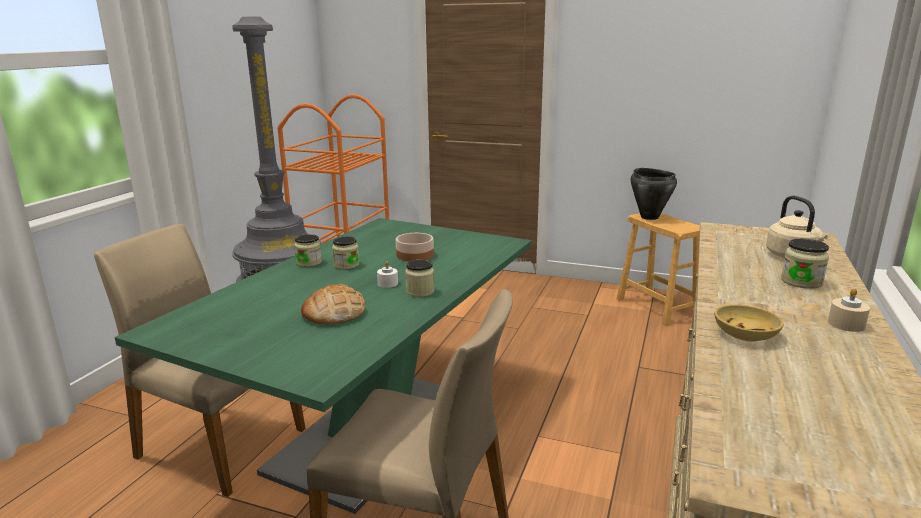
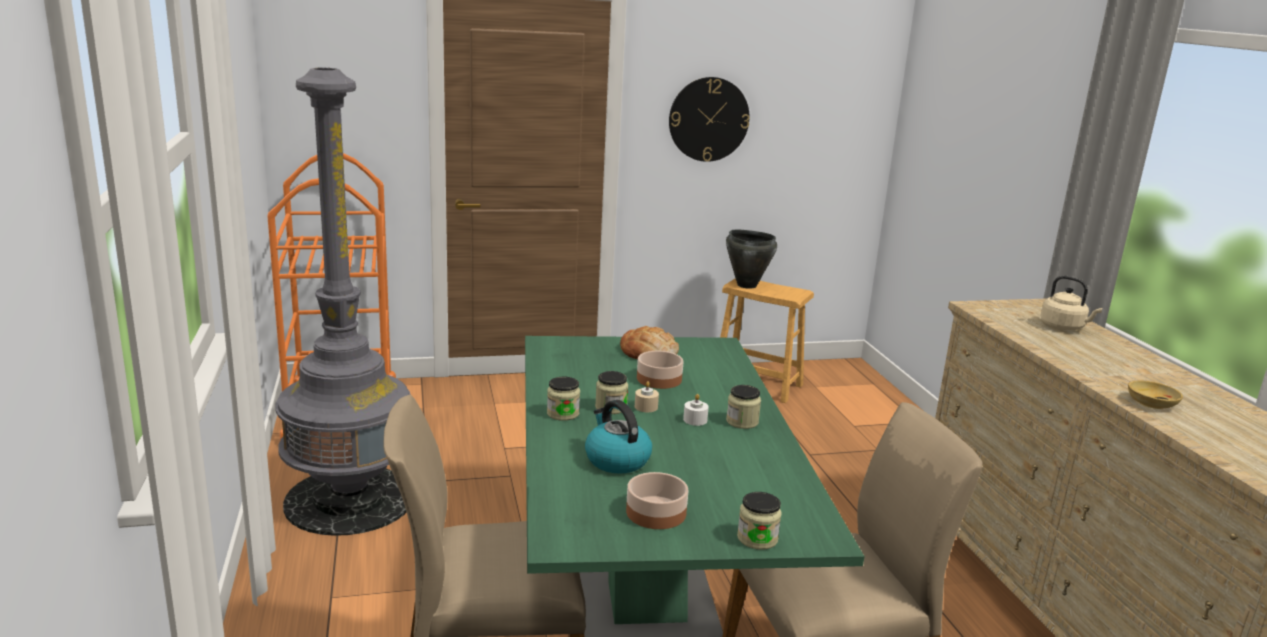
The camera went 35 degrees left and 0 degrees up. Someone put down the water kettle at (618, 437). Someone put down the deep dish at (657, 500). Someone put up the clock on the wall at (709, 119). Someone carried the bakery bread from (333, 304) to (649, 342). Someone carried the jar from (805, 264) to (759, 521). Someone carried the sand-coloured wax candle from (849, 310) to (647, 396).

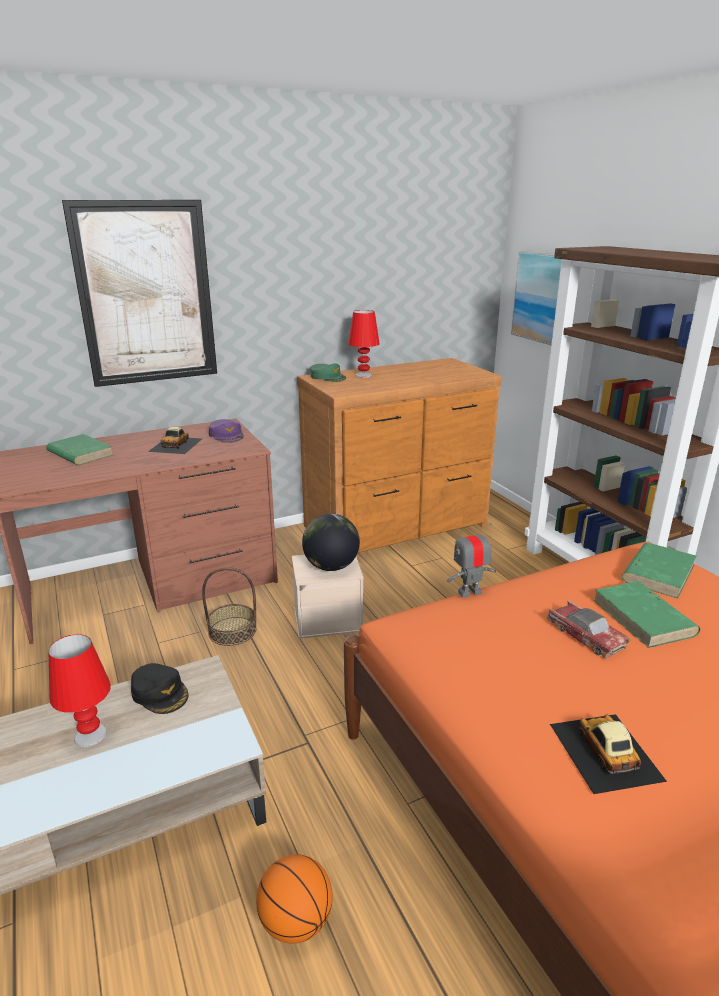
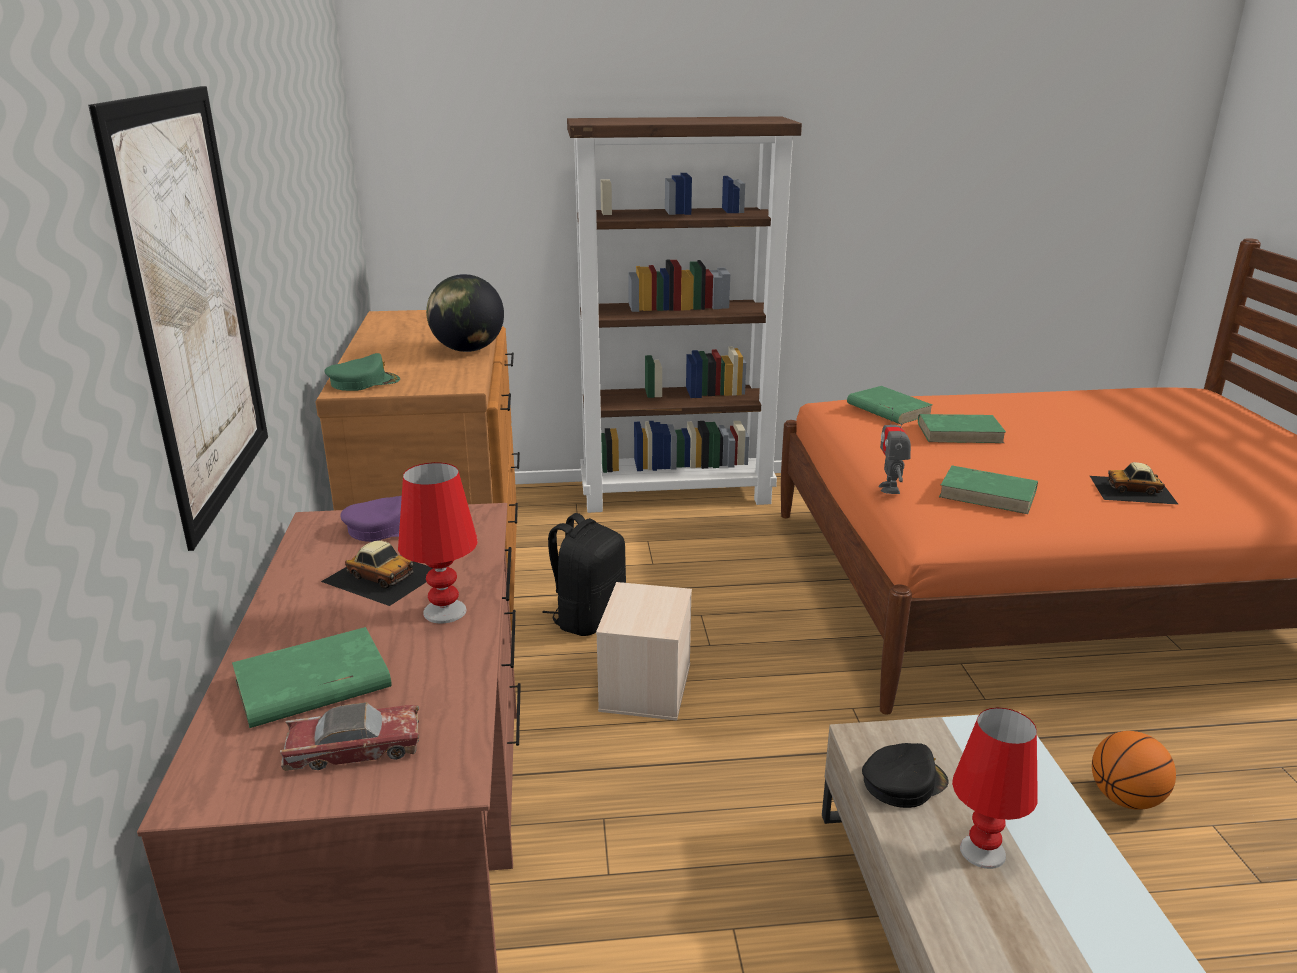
The camera went 70 degrees left and 0 degrees up. Someone took away the household basket at (229, 606). Someone took away the picture at (536, 298). Someone put down the black-coloured knapsack at (584, 574). Someone put down the greenish book at (988, 490). Someone carried the desk globe from (331, 542) to (465, 313). Someone carried the red-coloured table lamp from (364, 344) to (438, 543). Someone carried the miniature car from (588, 629) to (349, 736).

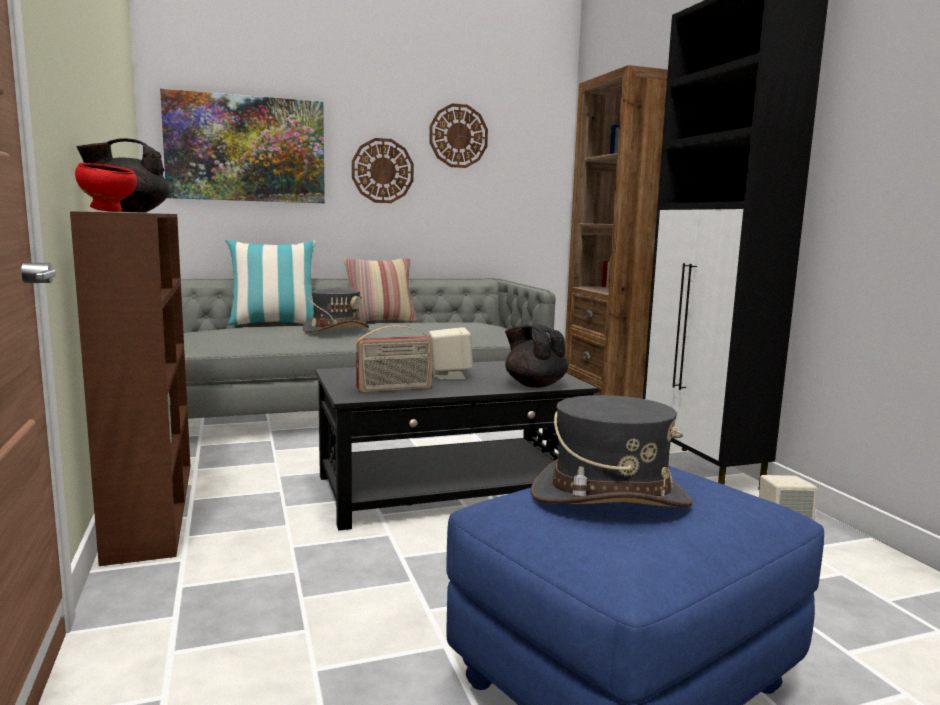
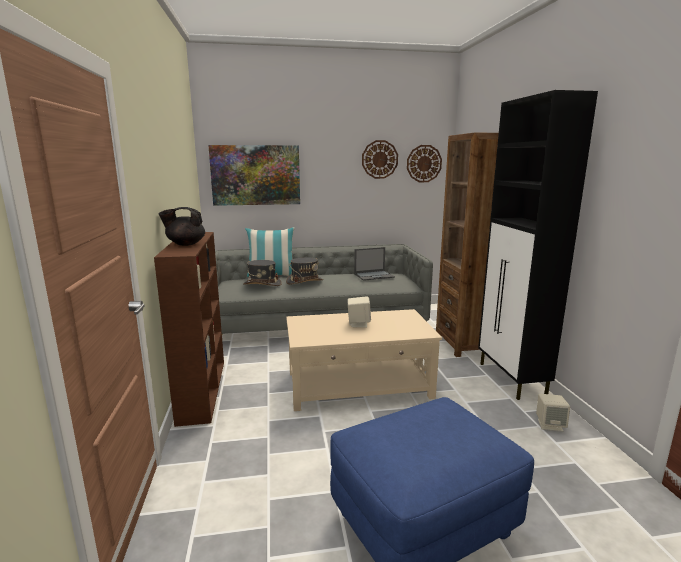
The camera went 10 degrees right and 5 degrees up. Someone took away the red-coloured deep dish at (106, 187). Someone took away the throw pillow at (380, 290). Someone took away the radio set at (394, 359). Someone took away the black-coloured teapot at (536, 356). Someone put down the laptop at (374, 264). Someone carried the clock on the wall from (383, 170) to (424, 163). Someone carried the gray wearable hat from (612, 451) to (262, 273). Someone repainted the black-coloured coffee table at (456, 446), which became the sand-coloured coffee table at (364, 360).

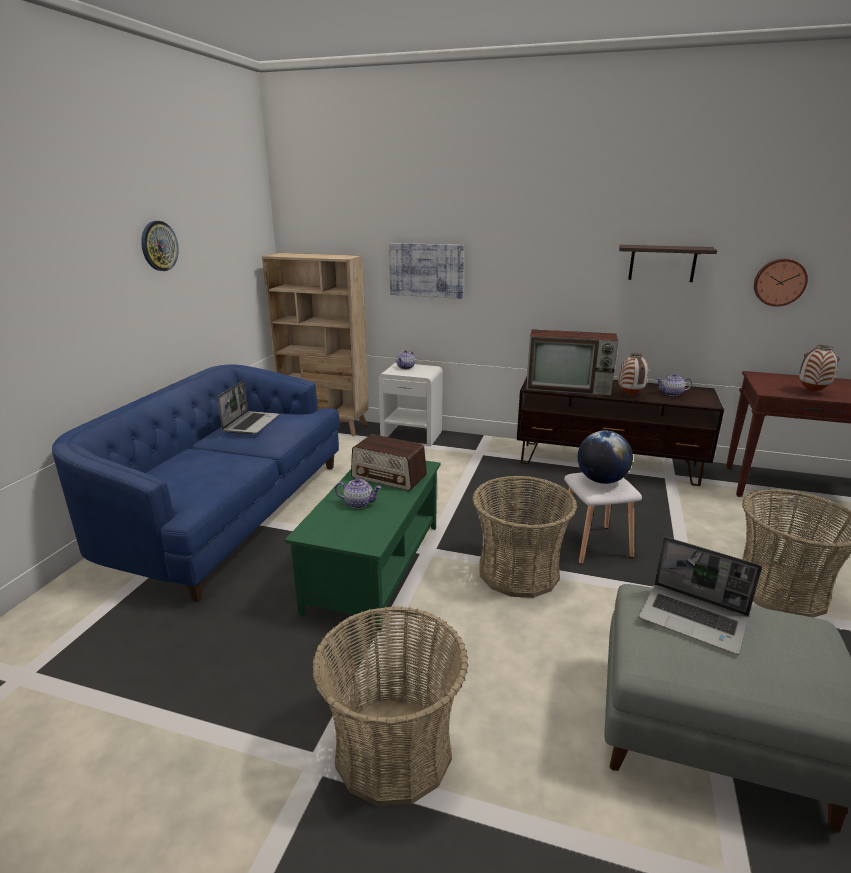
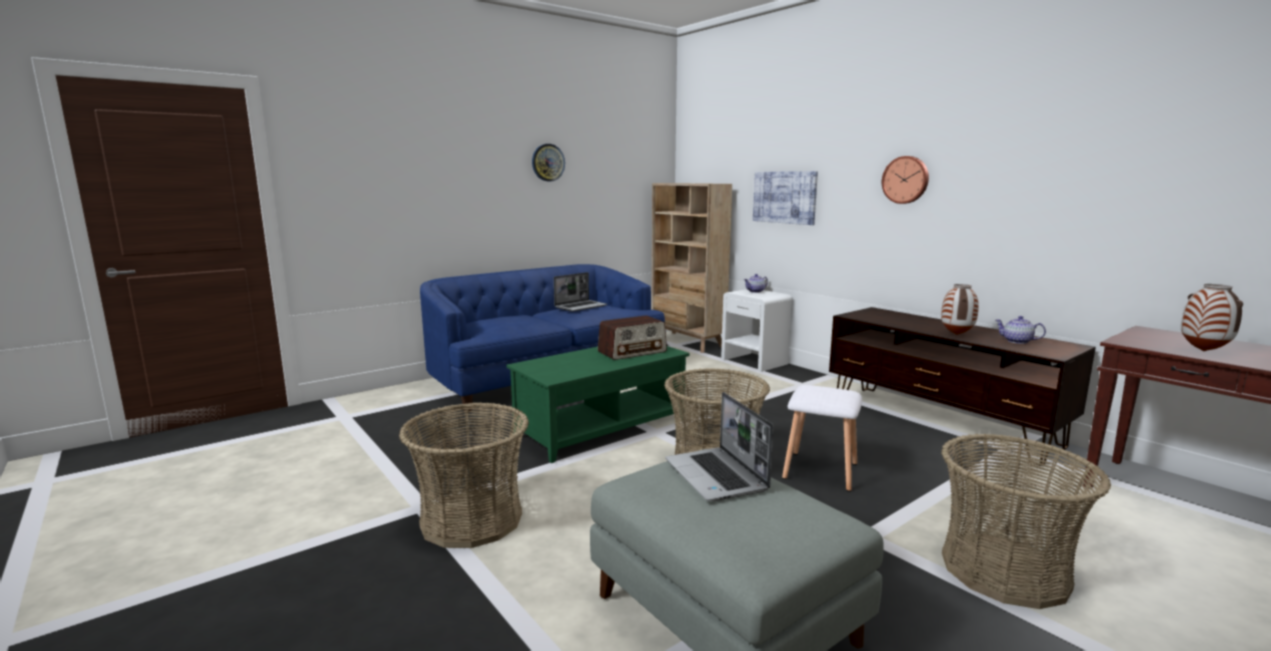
The camera went 35 degrees right and 10 degrees down. Someone took away the teapot at (358, 493). Someone took away the TV at (572, 362). Someone took away the desk globe at (605, 457). Someone took away the bracket shelf at (668, 263). Someone carried the clock on the wall from (781, 283) to (905, 180). Someone rotated the radio set at (389, 462) by 90 degrees counterclockwise.

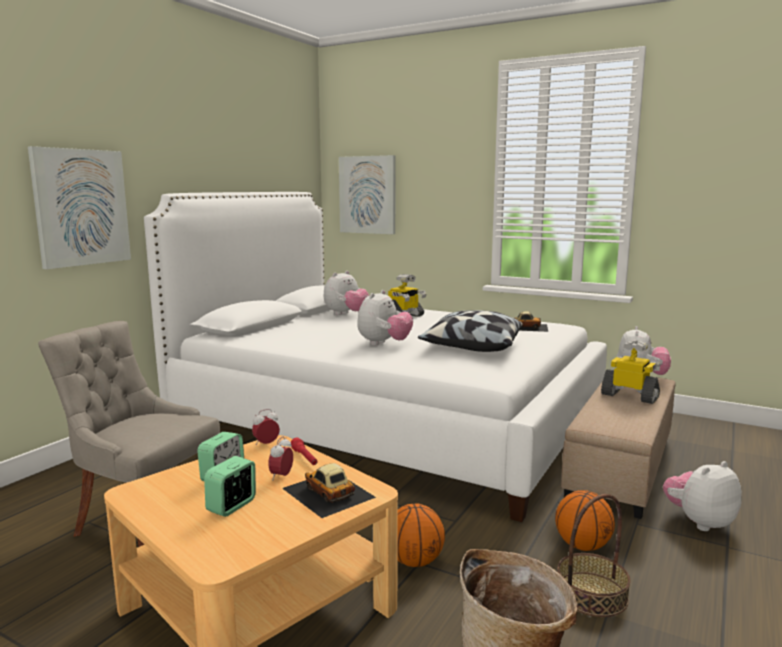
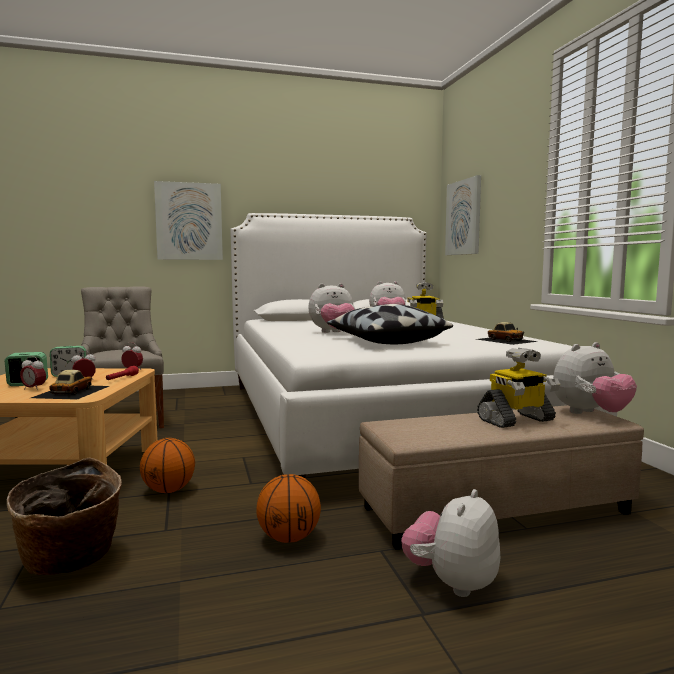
The camera went 45 degrees right and 5 degrees down. Someone took away the household basket at (593, 555). Someone put down the bedside clock at (33, 373). Someone rotated the toy robot at (630, 372) by 75 degrees clockwise. Someone rotated the soft toy at (702, 496) by 75 degrees counterclockwise.

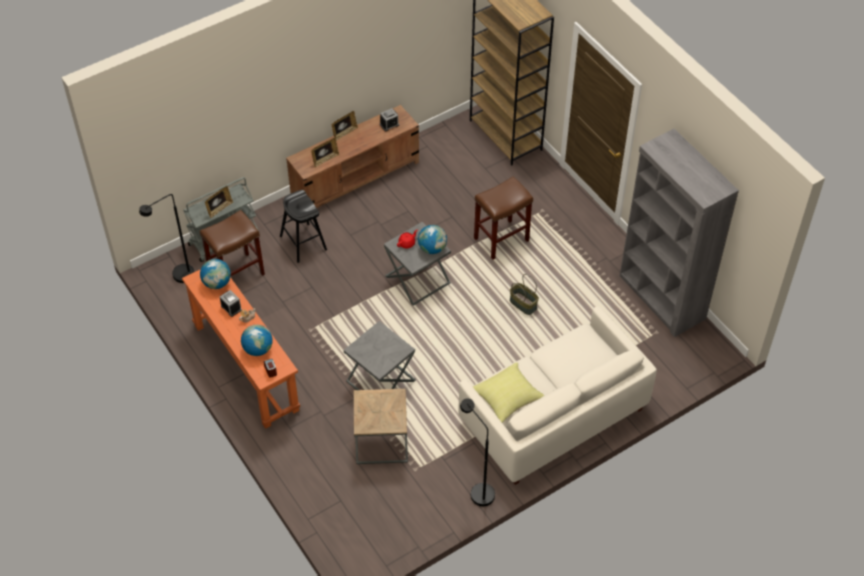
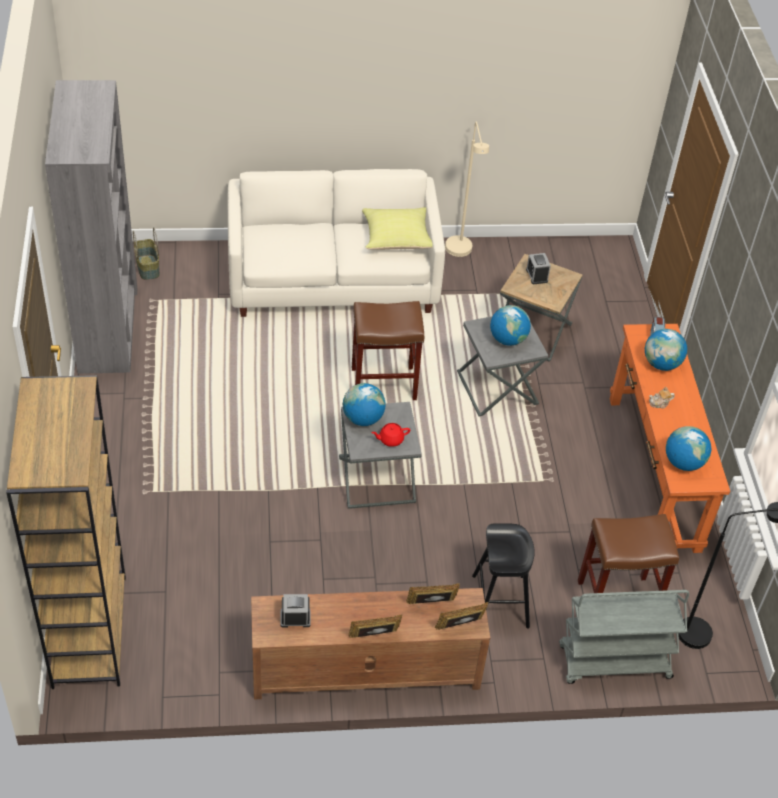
The camera went 155 degrees left and 5 degrees down. Someone put down the desk globe at (510, 325). Someone carried the picture frame from (219, 202) to (462, 616). Someone carried the bedside clock from (231, 303) to (538, 268). Someone carried the brown-coloured stool seat from (503, 218) to (388, 350). Someone carried the household basket from (524, 294) to (146, 253). Someone repainted the black-coloured floor lamp at (477, 452), which became the sand-coloured floor lamp at (467, 189).

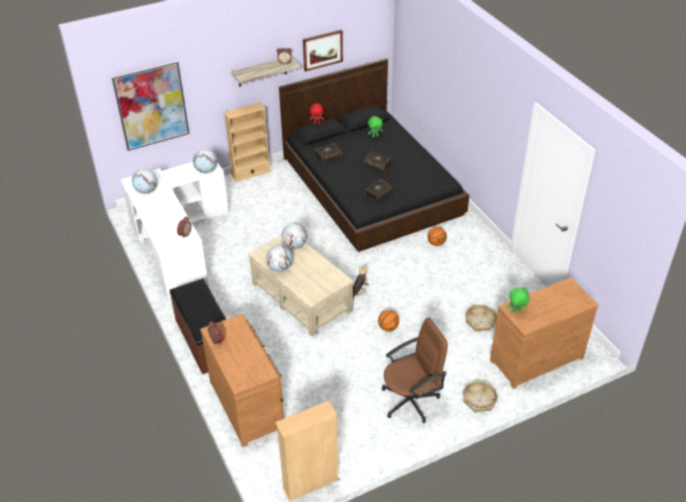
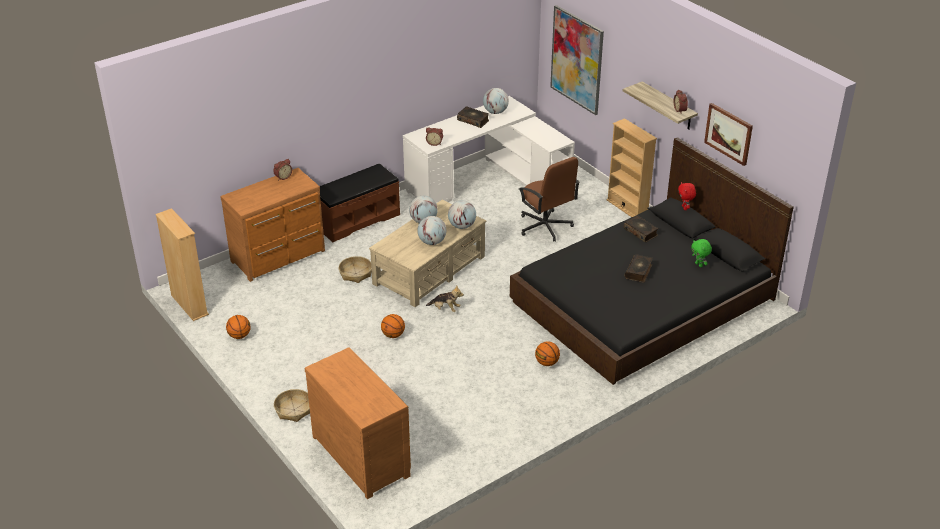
The camera went 80 degrees right and 5 degrees down. Someone took away the greenish soft toy at (518, 300). Someone put down the basketball ball at (238, 327). Someone carried the desk globe from (205, 161) to (431, 230). Someone carried the book from (378, 189) to (473, 117). Someone carried the brown-coloured computer chair from (415, 370) to (549, 199). Someone carried the household basket from (481, 317) to (355, 269).

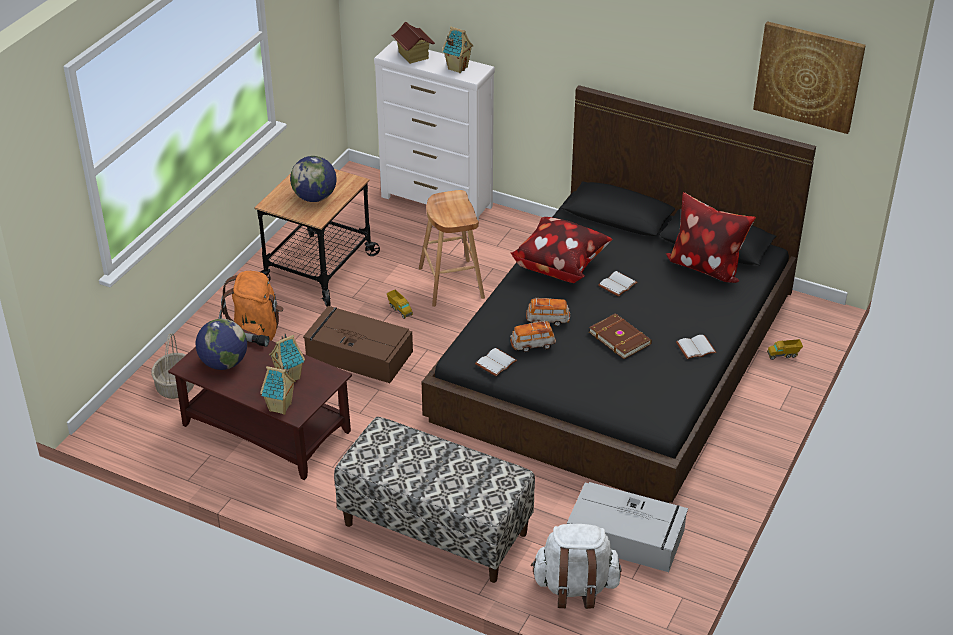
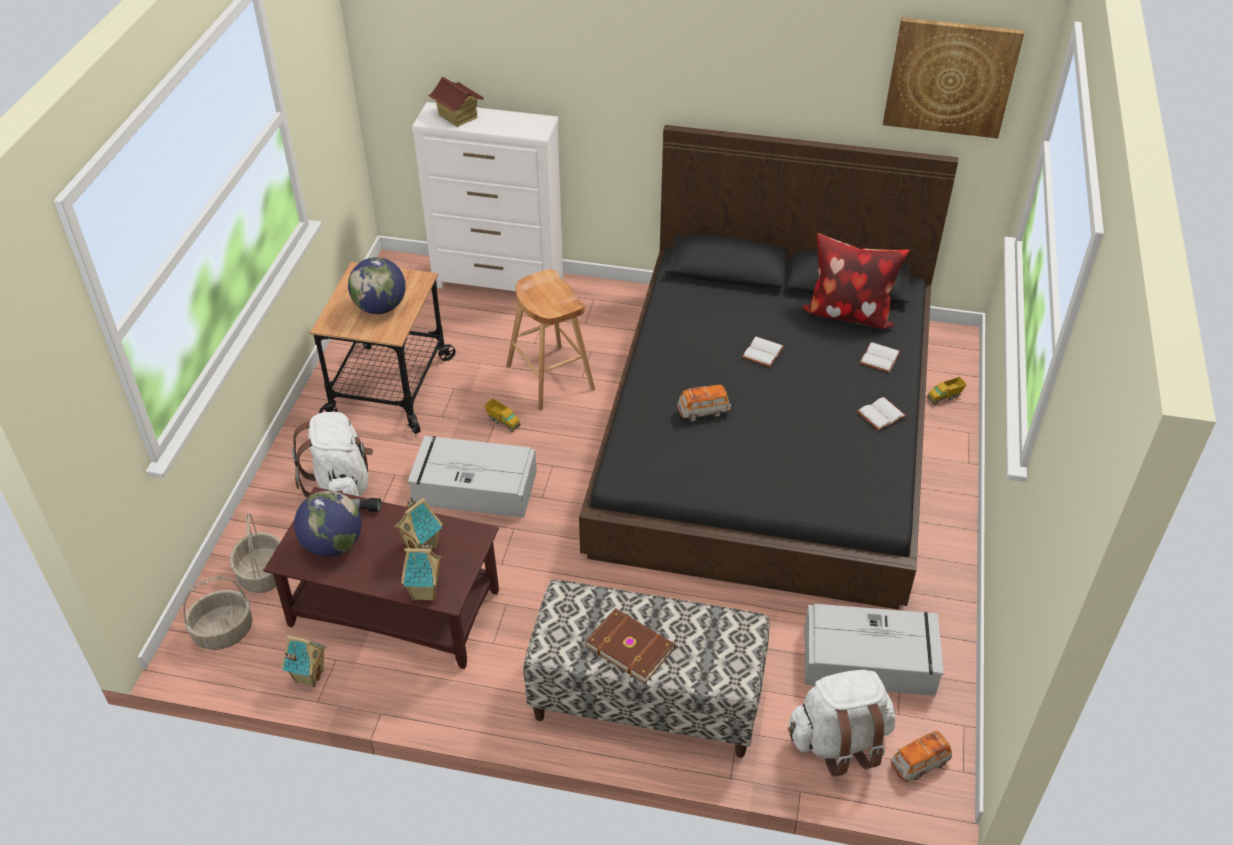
The camera went 15 degrees left and 5 degrees up. Someone took away the throw pillow at (561, 250). Someone put down the household basket at (218, 613). Someone carried the miniature house from (458, 50) to (303, 661). Someone carried the white book from (496, 362) to (880, 357). Someone carried the miniature car from (533, 336) to (921, 756). Someone carried the brown-coloured book from (620, 336) to (630, 646). Someone repainted the orange knapsack at (251, 306), which became the white knapsack at (332, 455). Someone repainted the brown-coloured storage bin at (358, 344), which became the gray storage bin at (472, 477).

